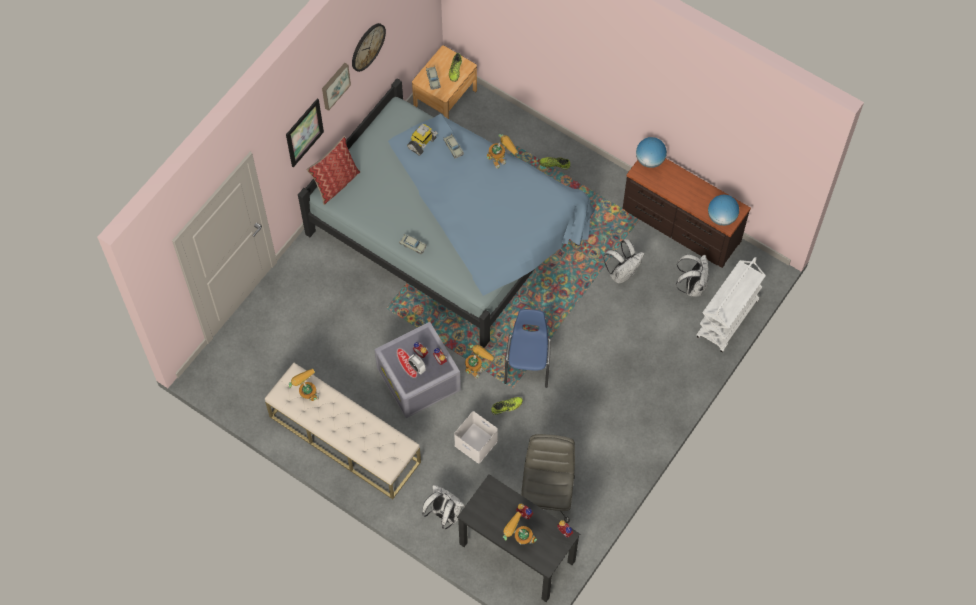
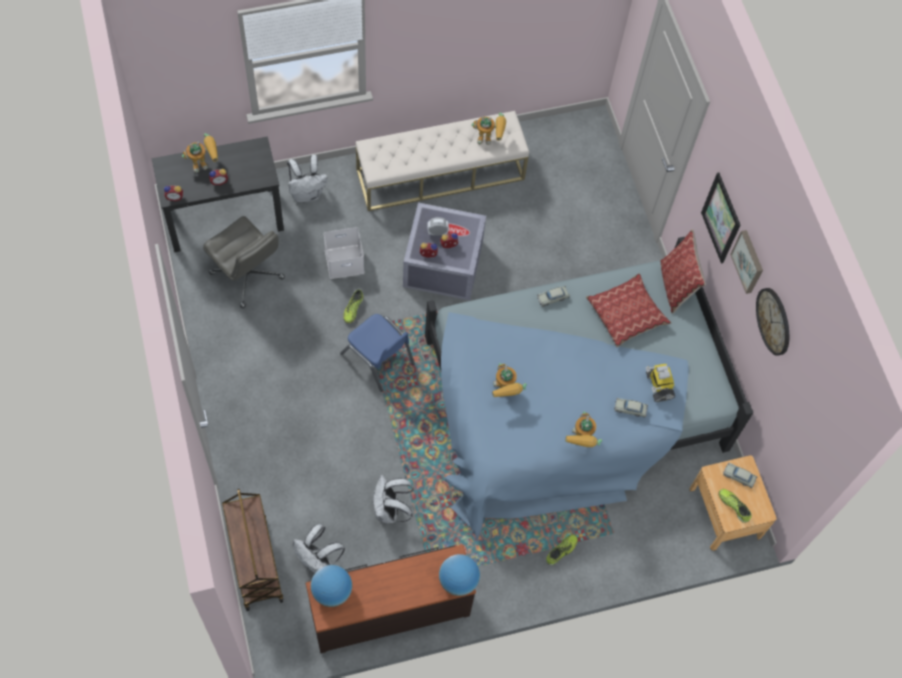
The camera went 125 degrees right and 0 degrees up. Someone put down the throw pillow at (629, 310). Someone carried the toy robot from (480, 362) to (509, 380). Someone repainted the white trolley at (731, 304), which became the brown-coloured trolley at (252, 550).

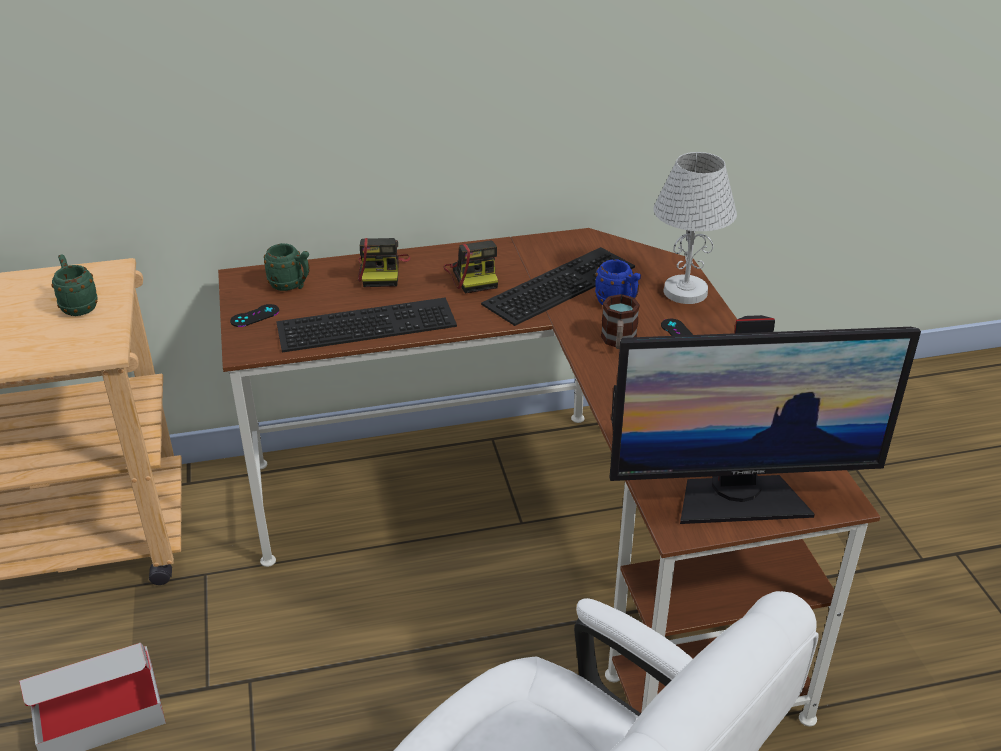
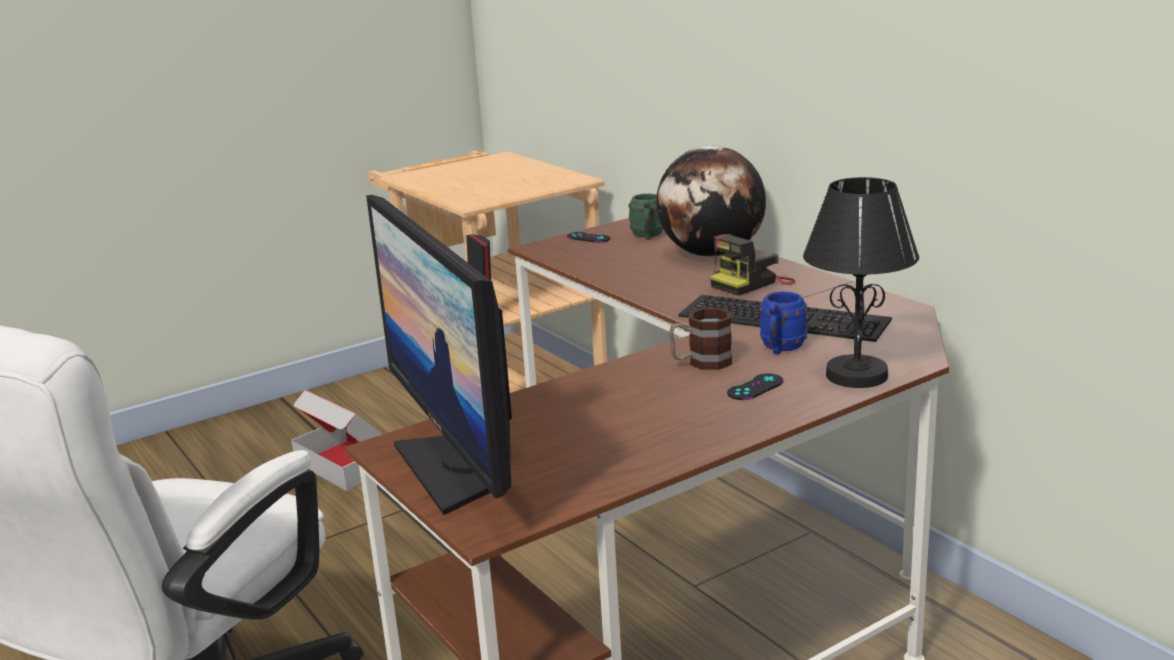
The camera went 70 degrees right and 15 degrees down. Someone took away the greenish mug at (74, 285). Someone took away the PC keyboard at (366, 325). Someone swapped the photo camera at (384, 262) for the desk globe at (711, 201). Someone repainted the white table lamp at (695, 228), which became the black-coloured table lamp at (861, 282).

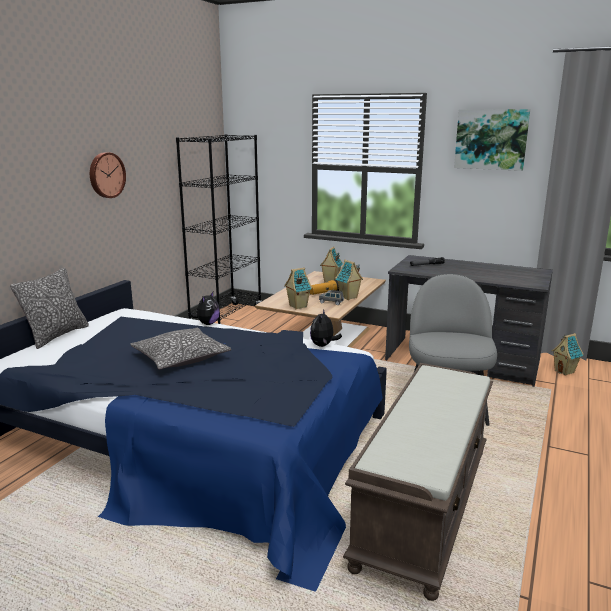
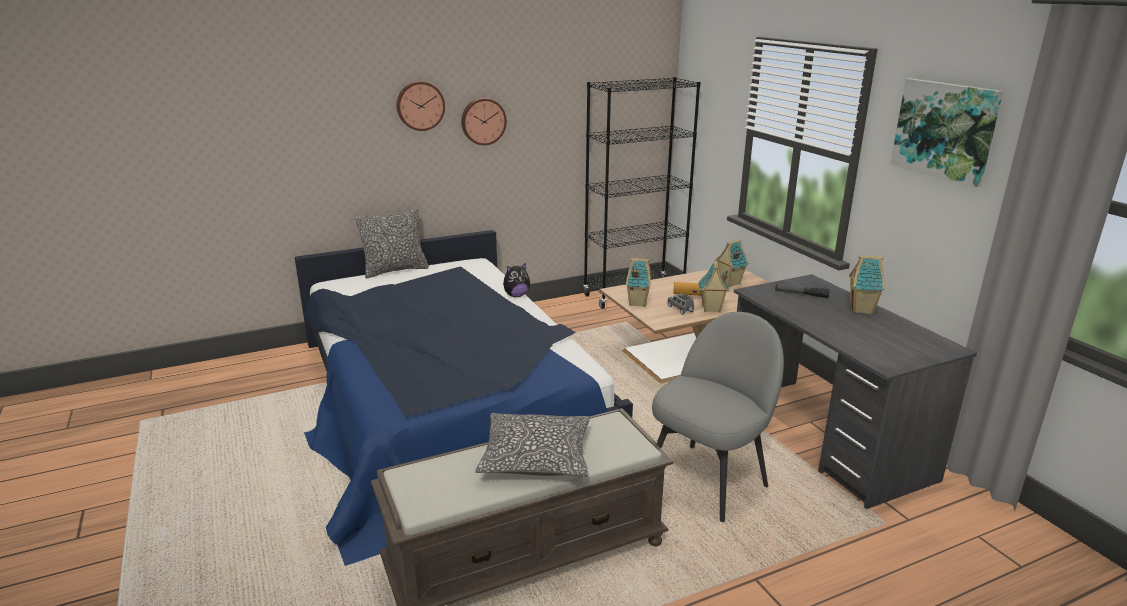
The camera went 40 degrees right and 5 degrees up. Someone took away the soft toy at (326, 328). Someone put up the clock on the wall at (421, 106). Someone carried the throw pillow from (180, 348) to (532, 445). Someone carried the miniature house from (568, 354) to (867, 284).

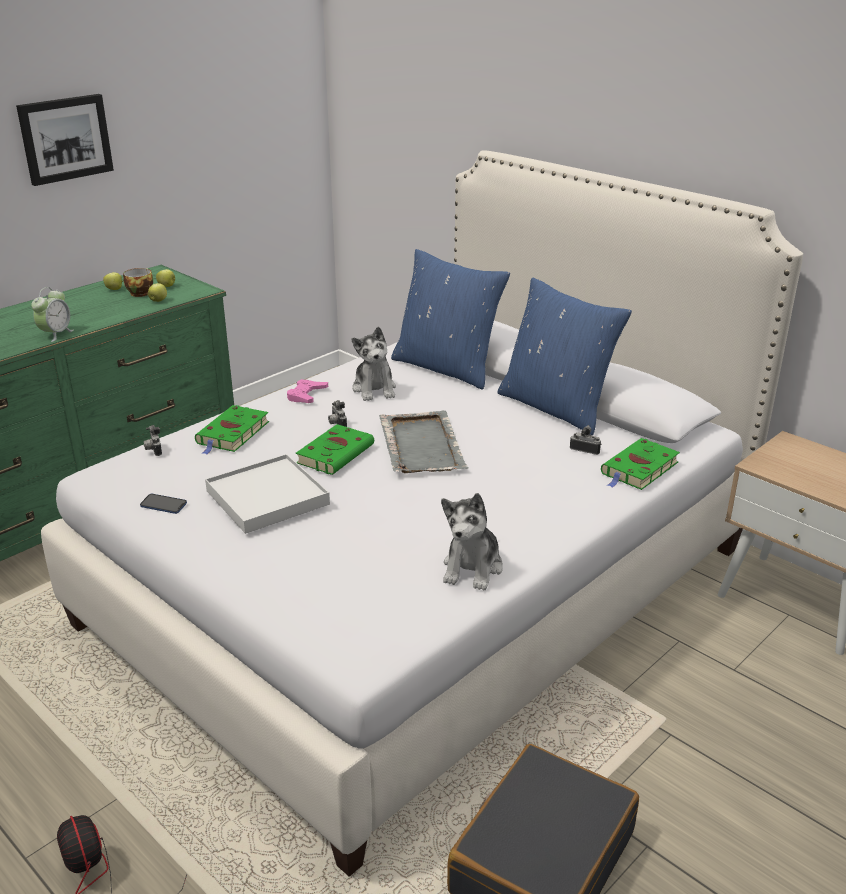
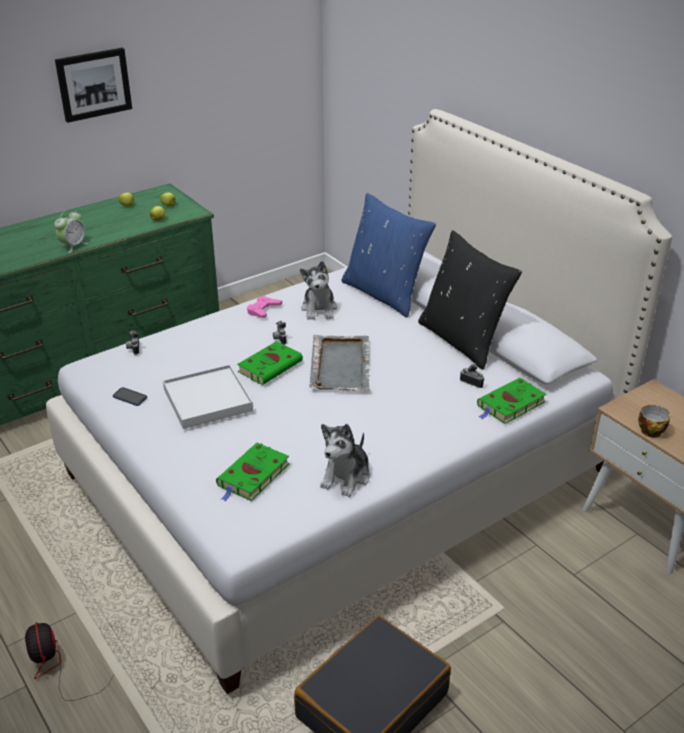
The camera went 10 degrees right and 5 degrees up. Someone carried the small cup from (138, 282) to (654, 421). Someone carried the greenish book from (232, 430) to (252, 472). Someone repainted the bluish throw pillow at (564, 356), which became the black-coloured throw pillow at (470, 300).

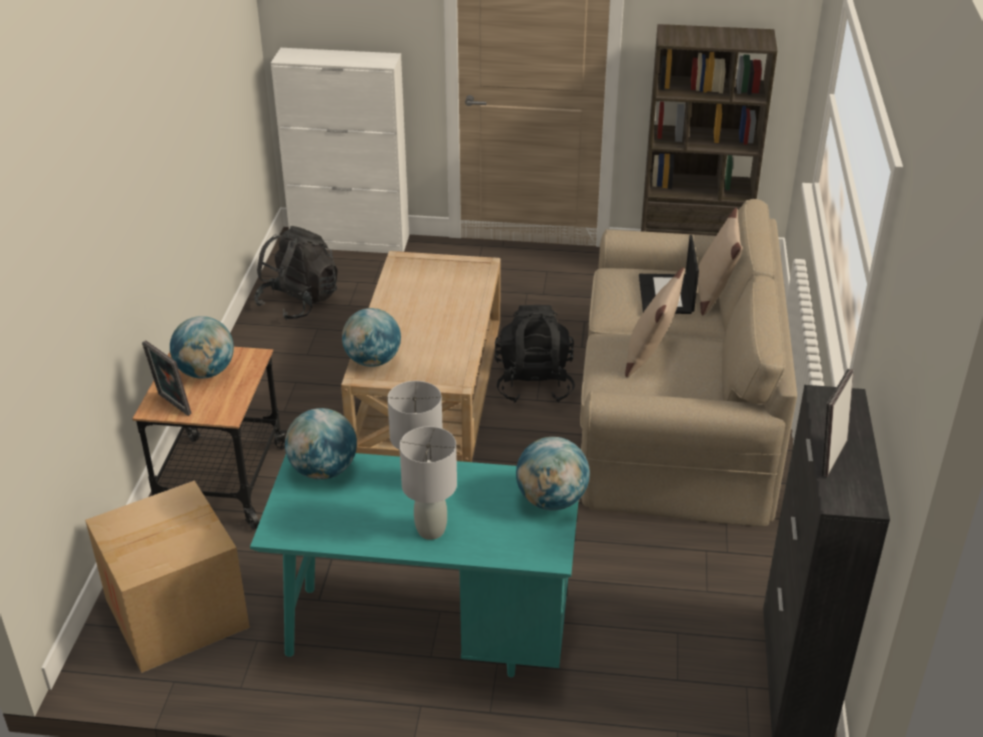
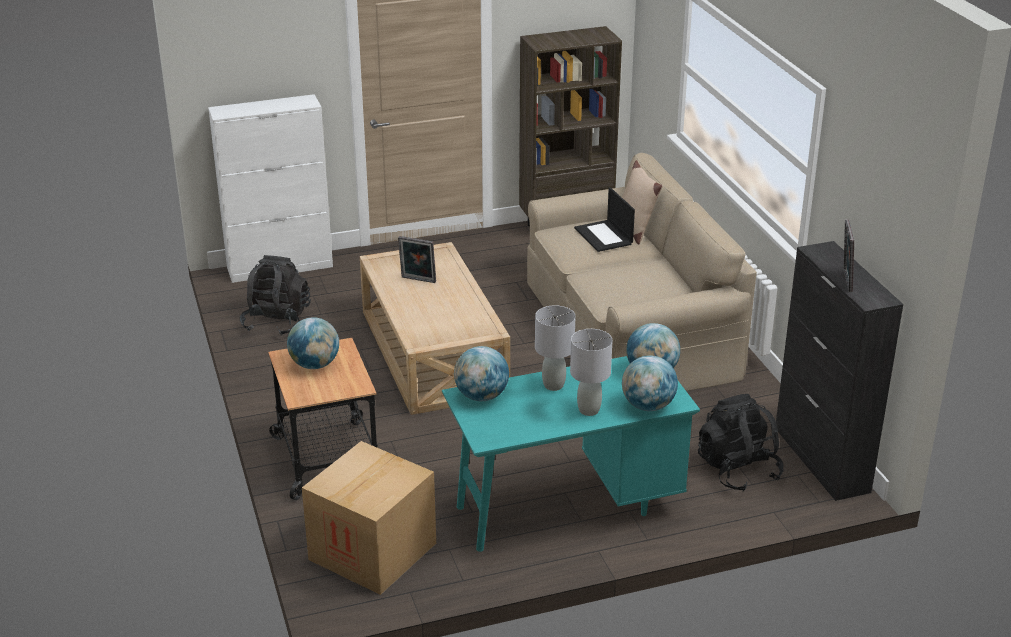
The camera went 25 degrees left and 5 degrees down. Someone took away the sand-coloured throw pillow at (655, 322). Someone carried the picture frame from (167, 378) to (417, 259). Someone carried the desk globe from (371, 337) to (650, 383). Someone carried the black-coloured knapsack from (535, 354) to (741, 442).

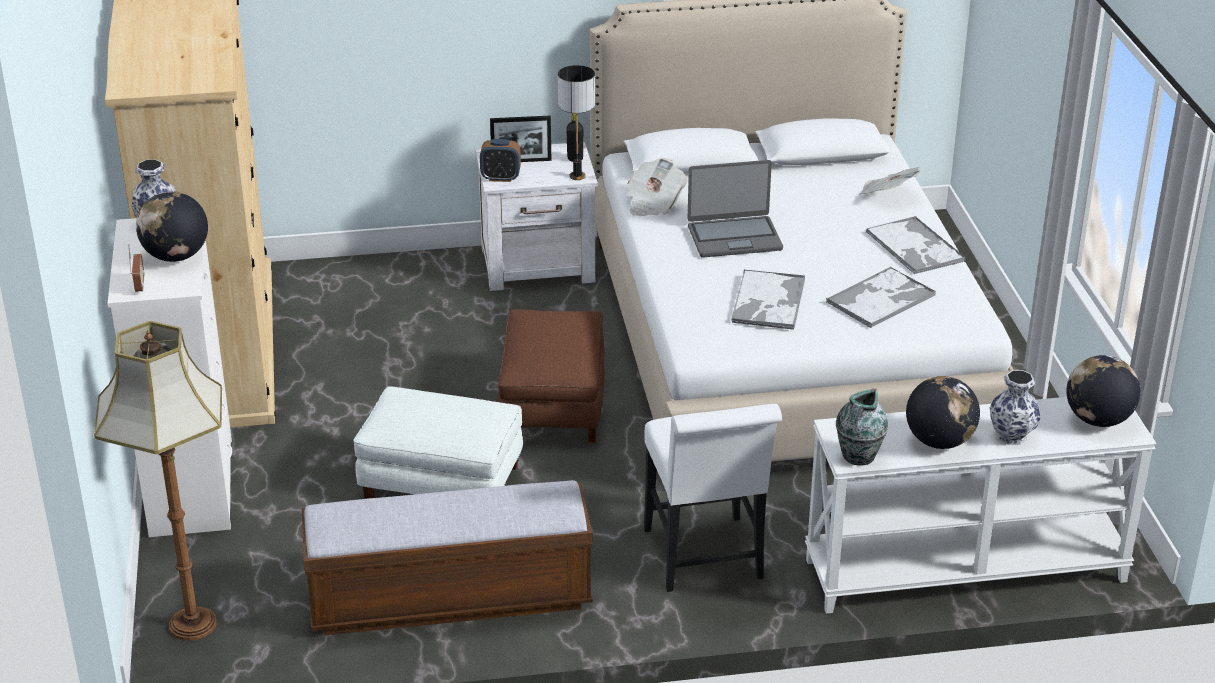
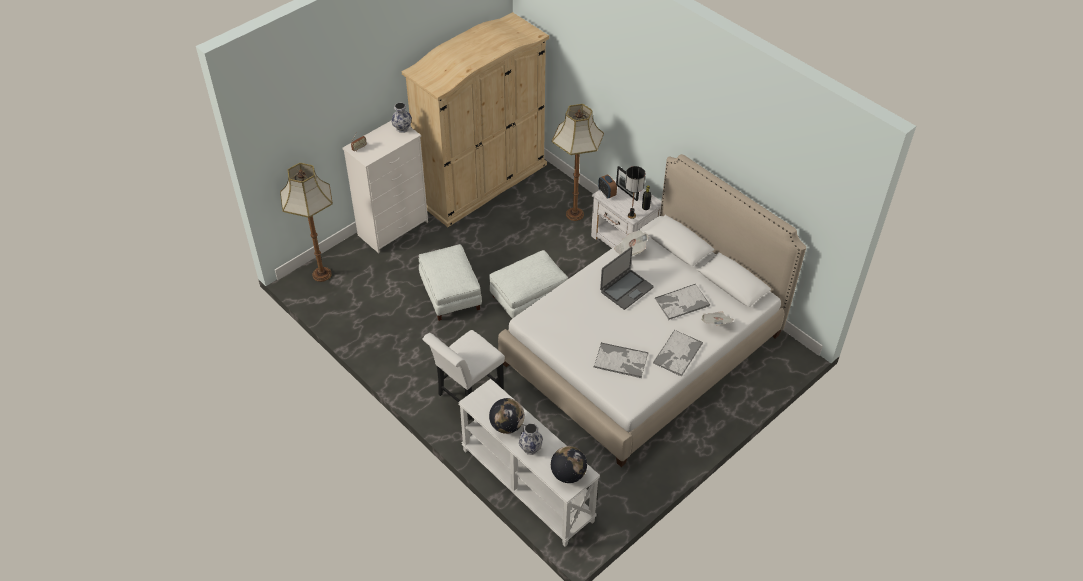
The camera went 55 degrees right and 15 degrees up. Someone took away the desk globe at (172, 226). Someone took away the bench at (447, 558). Someone took away the vase at (862, 427). Someone put down the floor lamp at (578, 162). Someone carried the tray from (768, 299) to (682, 302). Someone repainted the brown-coloured pouffe at (550, 375), which became the white pouffe at (528, 284). Someone rotated the laptop at (735, 208) by 90 degrees counterclockwise.

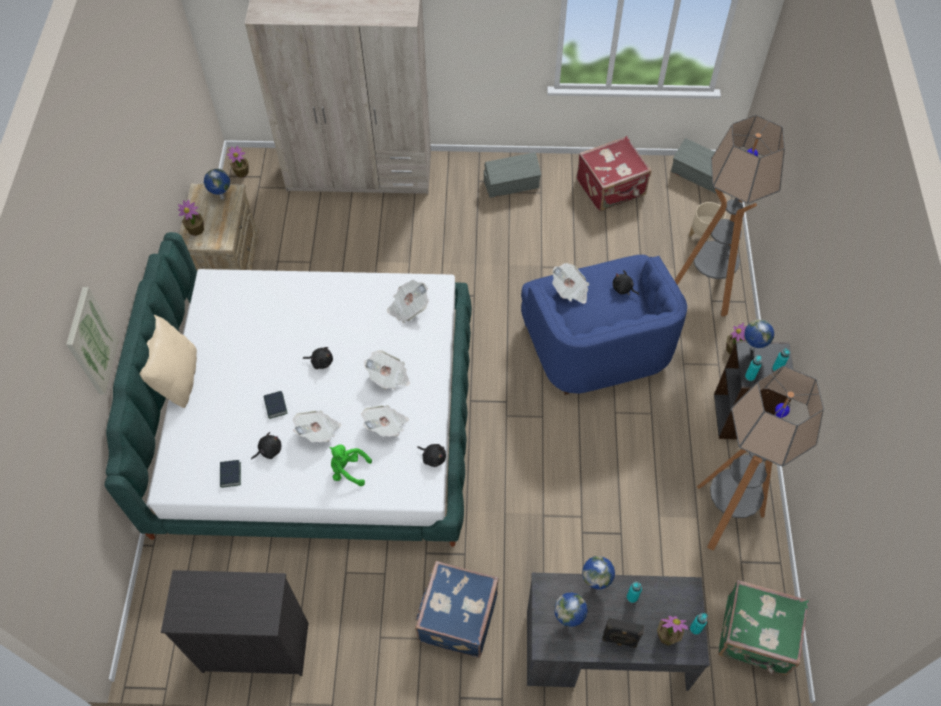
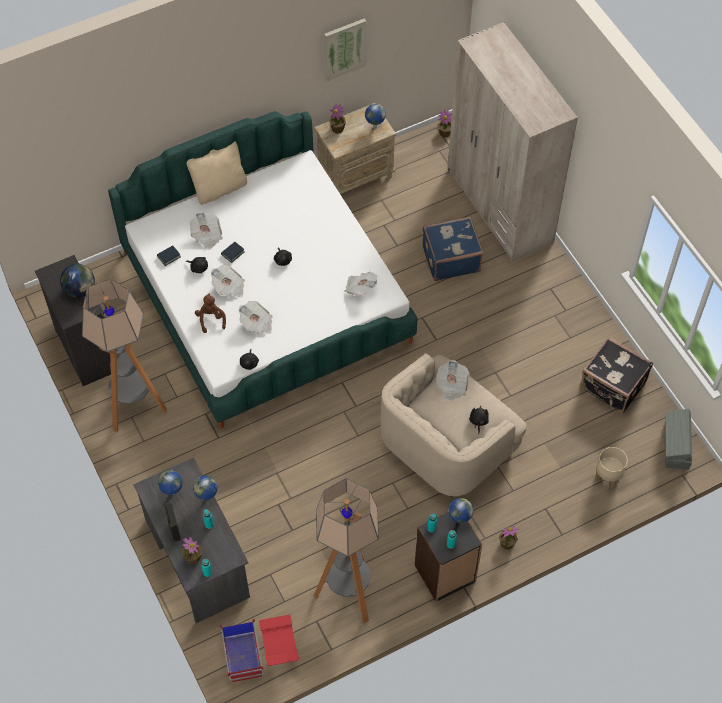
The camera went 60 degrees right and 0 degrees up. Someone took away the gray storage bin at (512, 175). Someone put down the desk globe at (77, 281). Someone carried the picture from (92, 341) to (345, 49). Someone carried the daily paper from (387, 369) to (206, 230). Someone carried the bluish suitcase from (457, 609) to (452, 248). Someone carried the floor lamp from (730, 216) to (124, 355). Someone swapped the greenish suitcase at (763, 628) for the red-coloured storage bin at (259, 648). Someone repainted the greenish soft toy at (351, 465), which became the brown-coloured soft toy at (210, 313). Someone repainted the bluish lounge chair at (604, 325), which became the sand-coloured lounge chair at (453, 425). Someone repainted the red-coloured suitcase at (614, 173), which became the black-coloured suitcase at (616, 375).

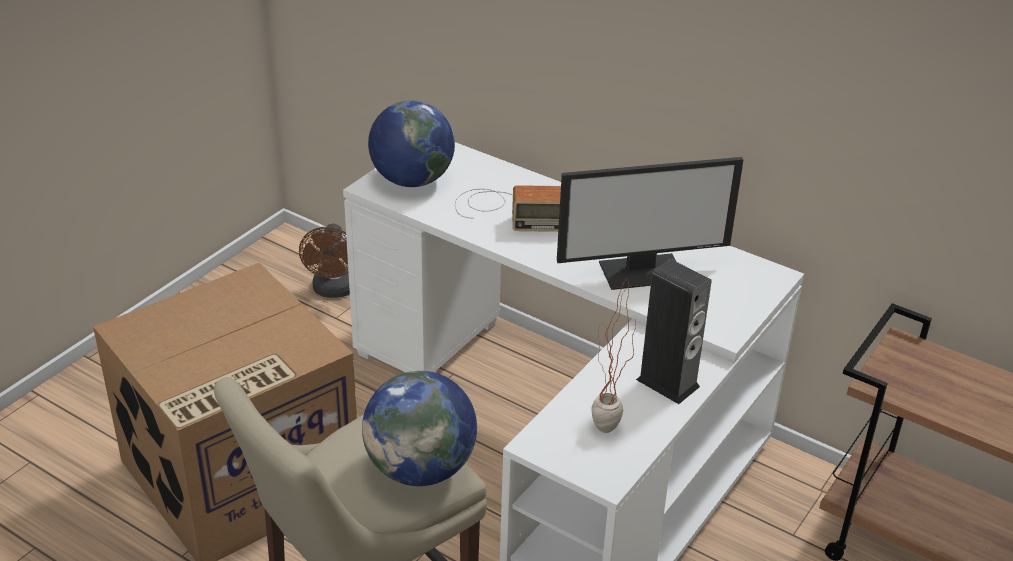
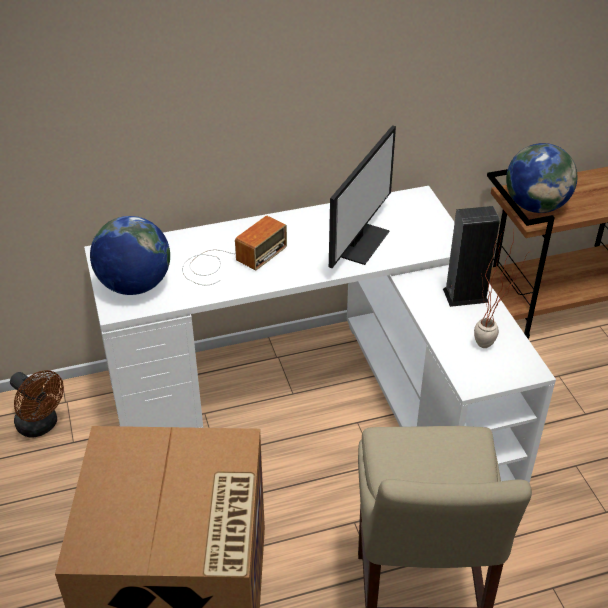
The camera went 50 degrees left and 5 degrees up. Someone carried the desk globe from (419, 428) to (541, 178).

